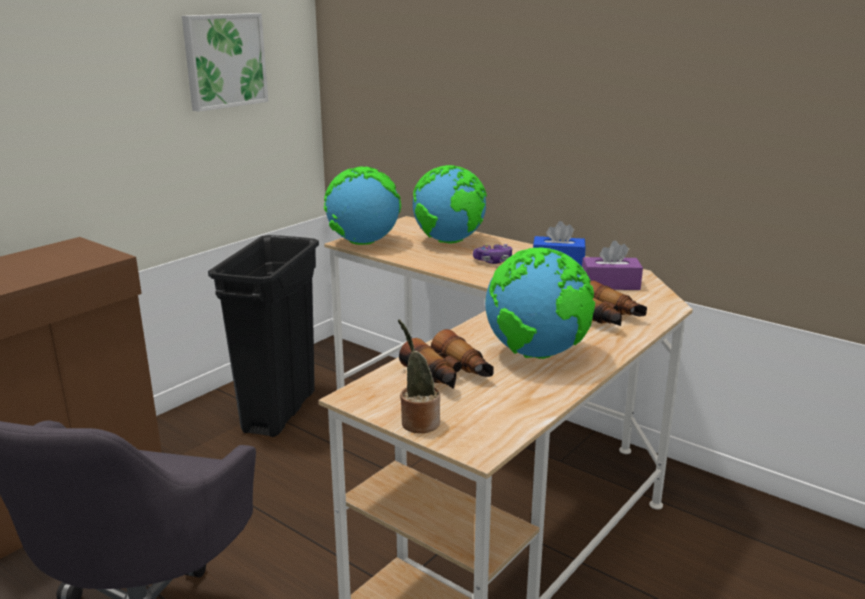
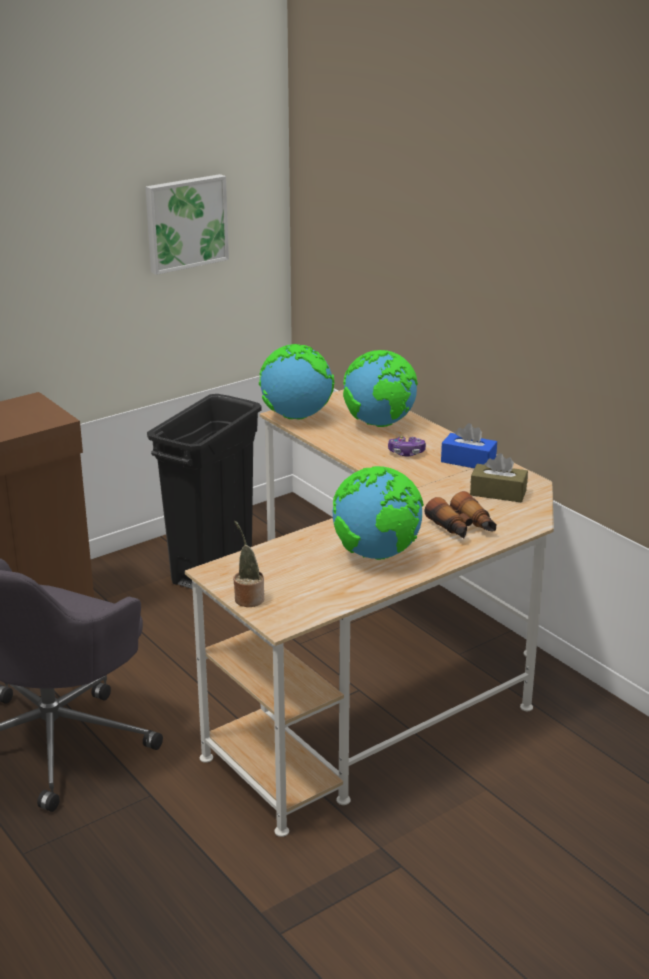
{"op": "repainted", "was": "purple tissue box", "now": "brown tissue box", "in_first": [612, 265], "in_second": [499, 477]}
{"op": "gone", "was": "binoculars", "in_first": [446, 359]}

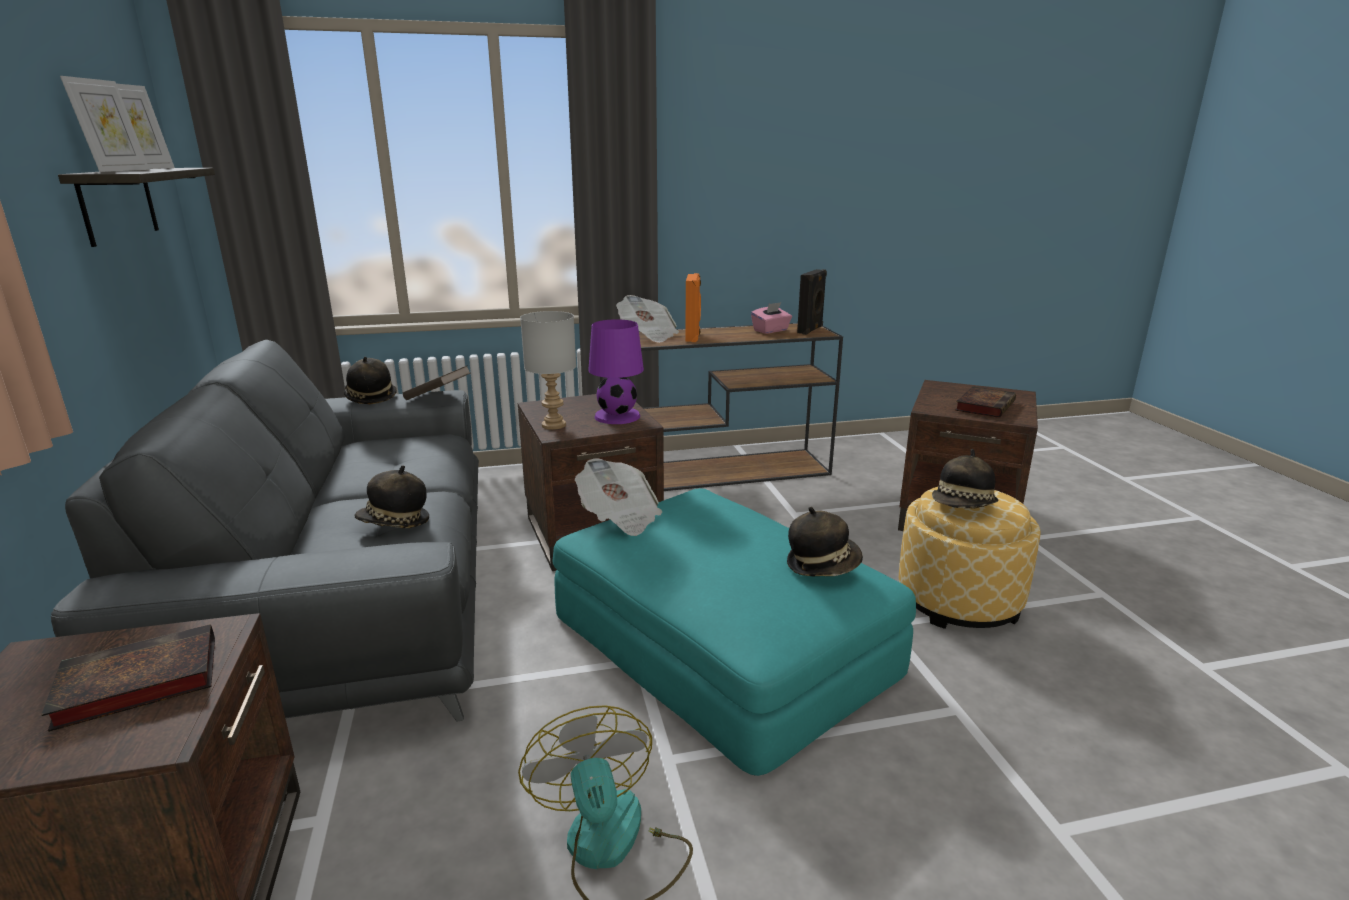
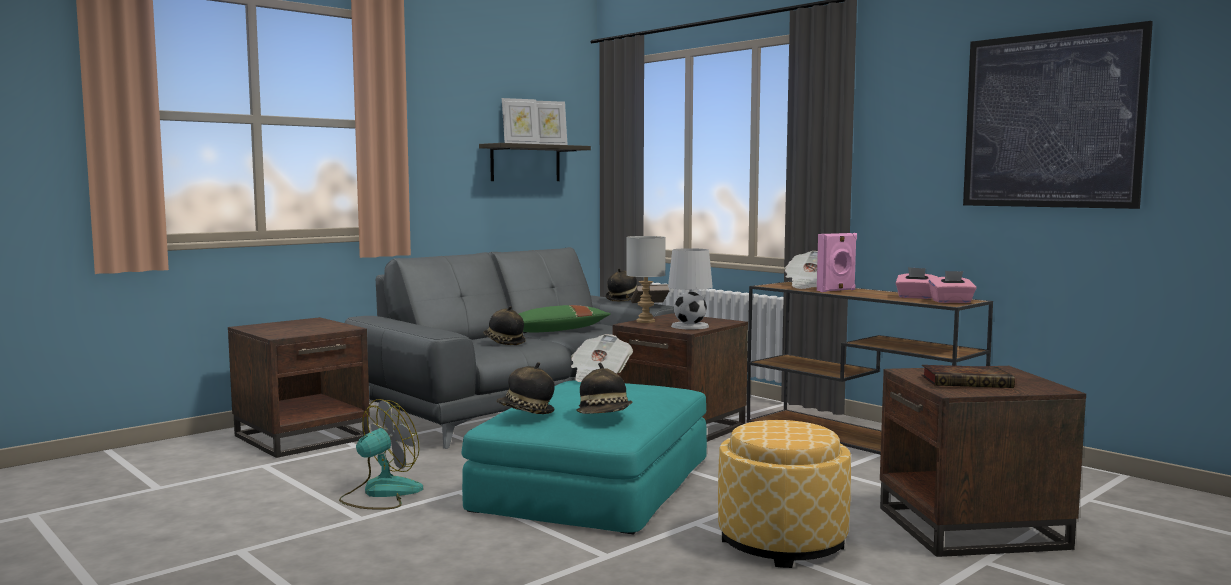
{"op": "swapped", "was": "black speaker", "now": "pink tissue box", "in_first": [812, 302], "in_second": [952, 287]}
{"op": "repainted", "was": "orange speaker", "now": "pink speaker", "in_first": [693, 307], "in_second": [837, 262]}
{"op": "repainted", "was": "purple table lamp", "now": "white table lamp", "in_first": [616, 371], "in_second": [690, 289]}
{"op": "shifted", "was": "hat", "in_first": [965, 478], "in_second": [525, 388]}
{"op": "gone", "was": "book", "in_first": [128, 678]}
{"op": "new", "now": "picture", "in_second": [1058, 115]}
{"op": "new", "now": "green pillow", "in_second": [565, 319]}

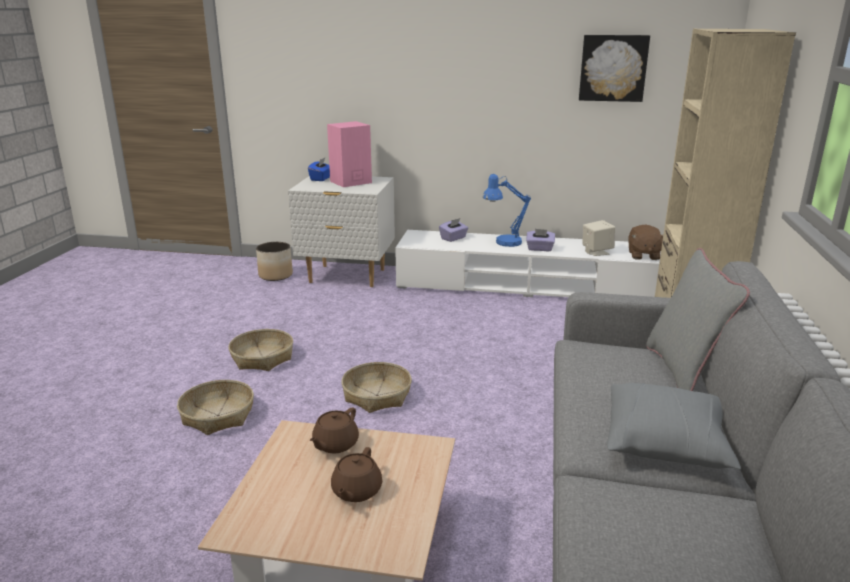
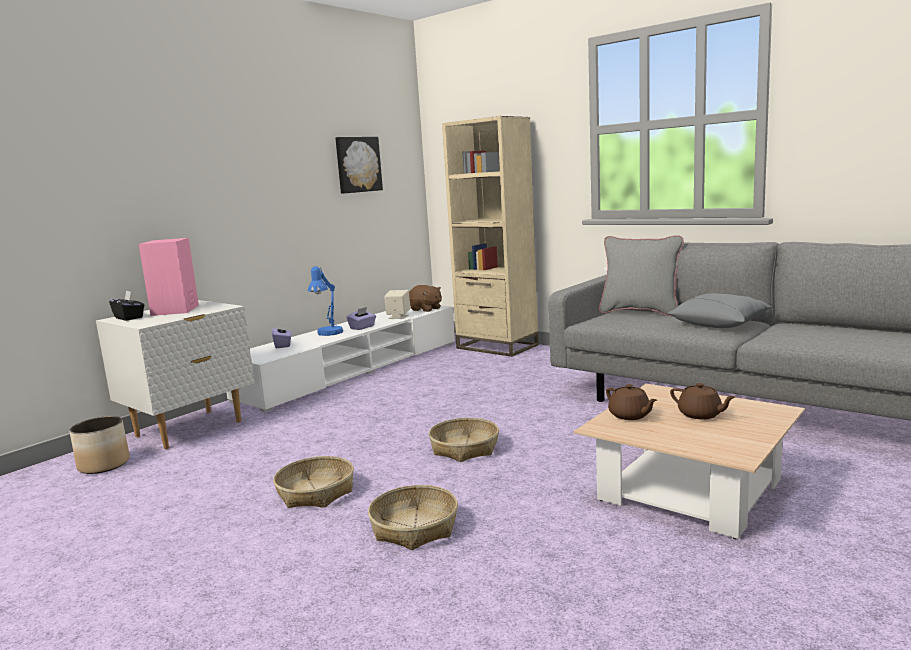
{"op": "repainted", "was": "blue tissue box", "now": "black tissue box", "in_first": [319, 169], "in_second": [126, 306]}

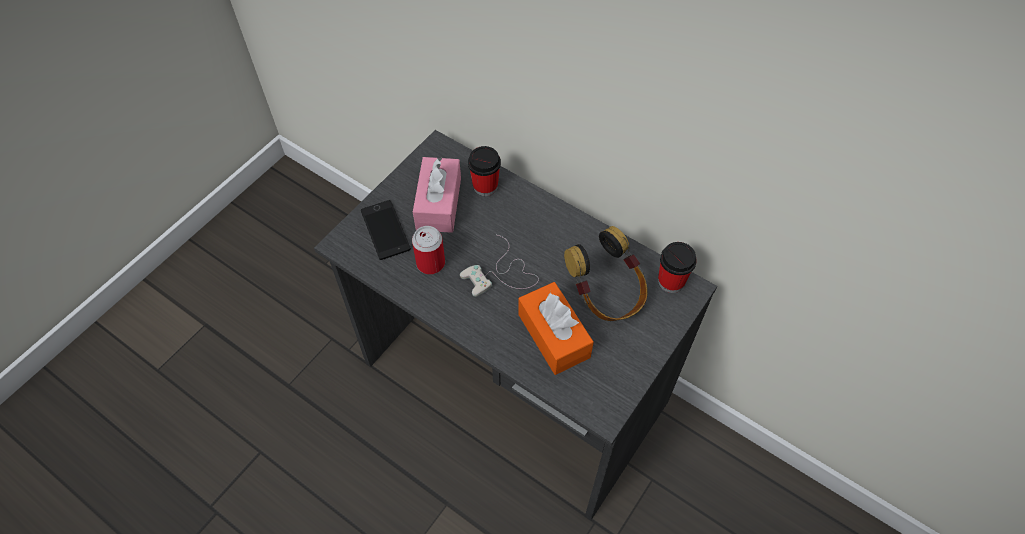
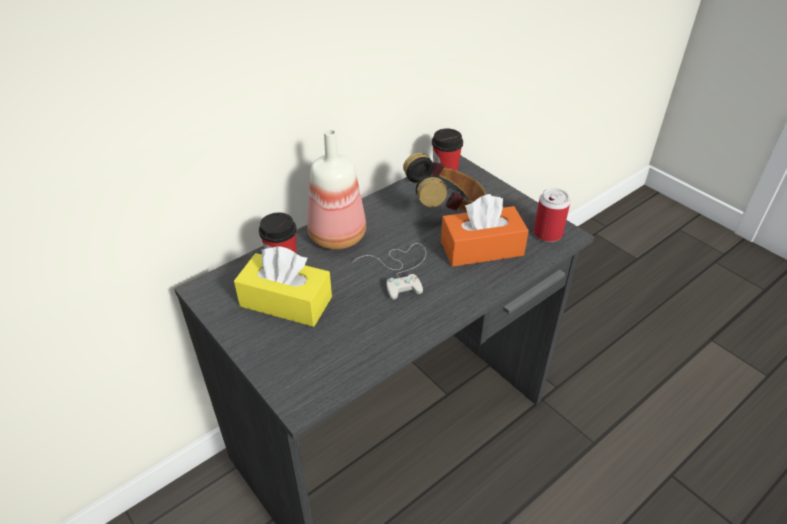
{"op": "repainted", "was": "pink tissue box", "now": "yellow tissue box", "in_first": [437, 195], "in_second": [283, 286]}
{"op": "gone", "was": "phone", "in_first": [386, 230]}
{"op": "shifted", "was": "can", "in_first": [428, 250], "in_second": [551, 215]}
{"op": "new", "now": "bottle", "in_second": [336, 189]}

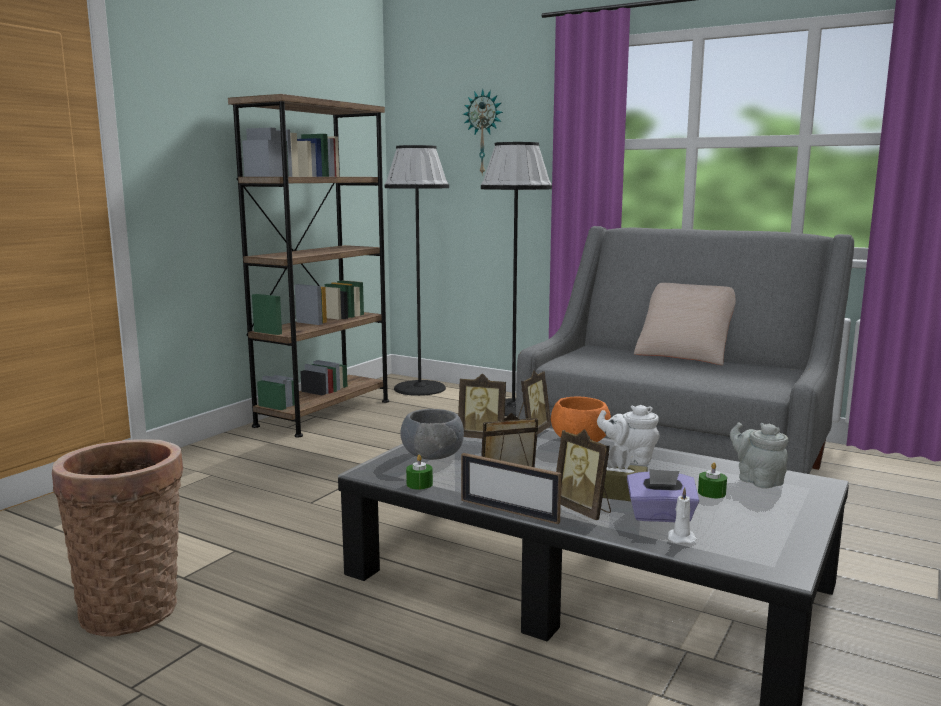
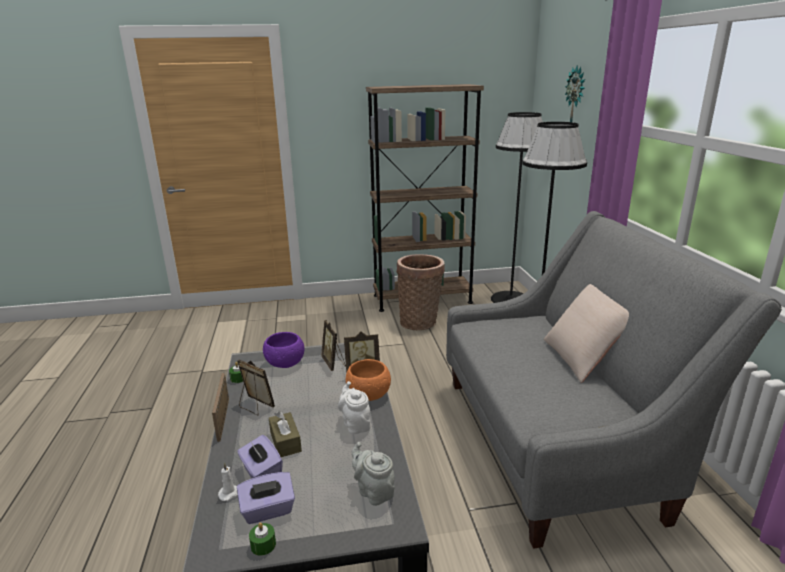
{"op": "repainted", "was": "grey bowl", "now": "purple bowl", "in_first": [432, 434], "in_second": [284, 350]}
{"op": "rotated", "was": "grey teapot", "in_first": [759, 455], "in_second": [373, 474], "clockwise": -60}
{"op": "gone", "was": "picture frame", "in_first": [583, 474]}
{"op": "shifted", "was": "basket", "in_first": [117, 538], "in_second": [420, 292]}
{"op": "shifted", "was": "green candle", "in_first": [712, 480], "in_second": [262, 539]}
{"op": "new", "now": "purple tissue box", "in_second": [266, 498]}

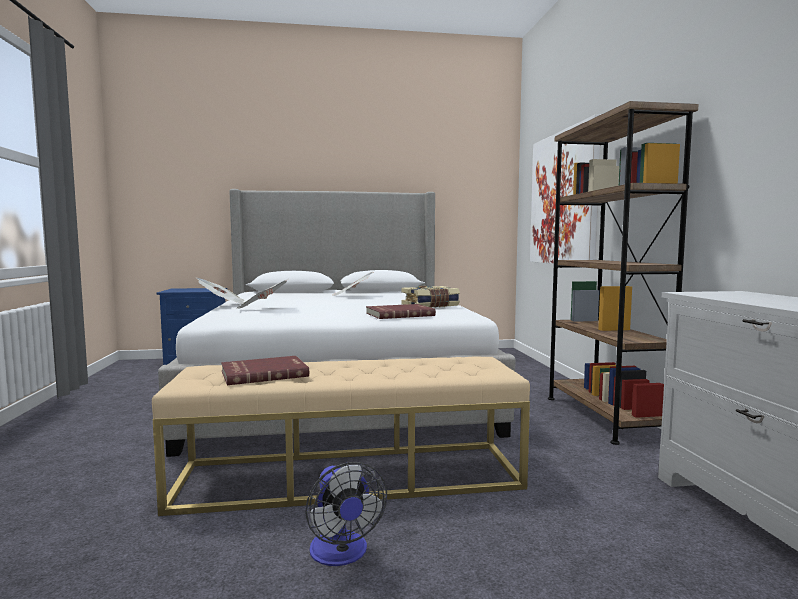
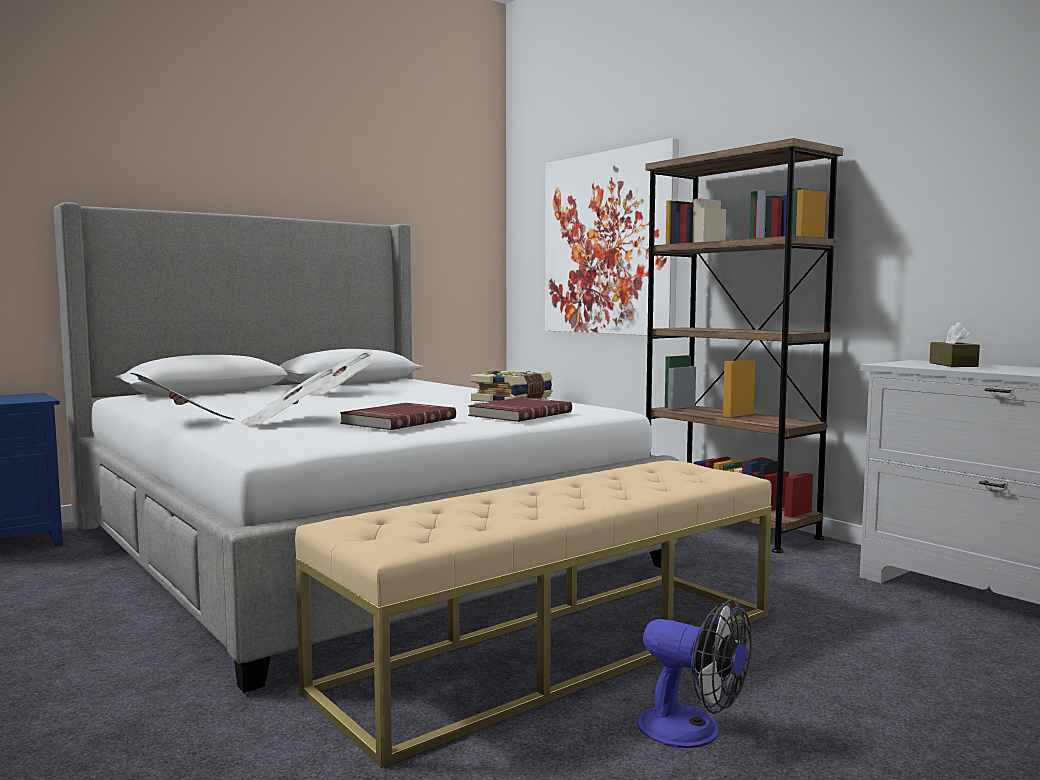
{"op": "shifted", "was": "red book", "in_first": [265, 370], "in_second": [398, 416]}
{"op": "new", "now": "brown tissue box", "in_second": [954, 344]}

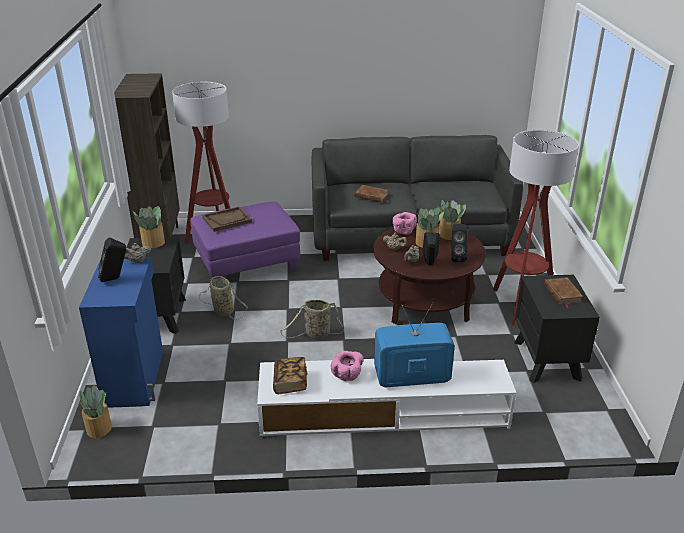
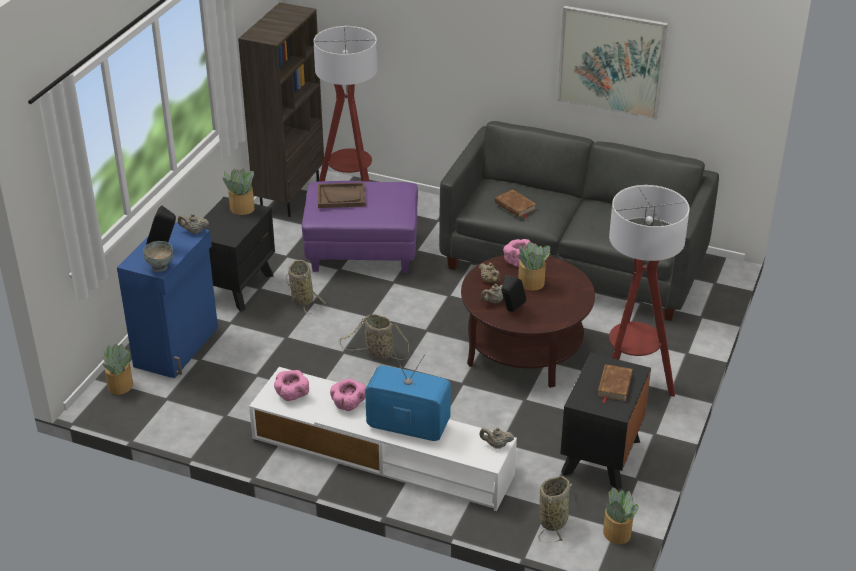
{"op": "shifted", "was": "potted plant", "in_first": [452, 220], "in_second": [621, 515]}
{"op": "gone", "was": "black speaker", "in_first": [459, 243]}
{"op": "swapped", "was": "book", "now": "pink bowl", "in_first": [290, 375], "in_second": [291, 385]}
{"op": "new", "now": "picture", "in_second": [612, 63]}
{"op": "new", "now": "grey bowl", "in_second": [158, 256]}
{"op": "new", "now": "beige teapot", "in_second": [496, 438]}
{"op": "new", "now": "basket", "in_second": [555, 509]}

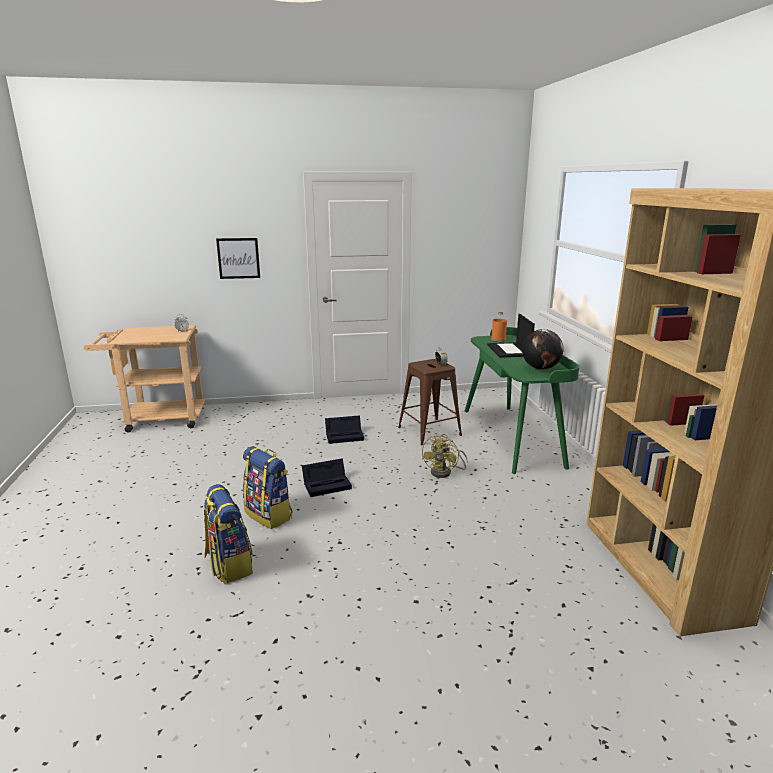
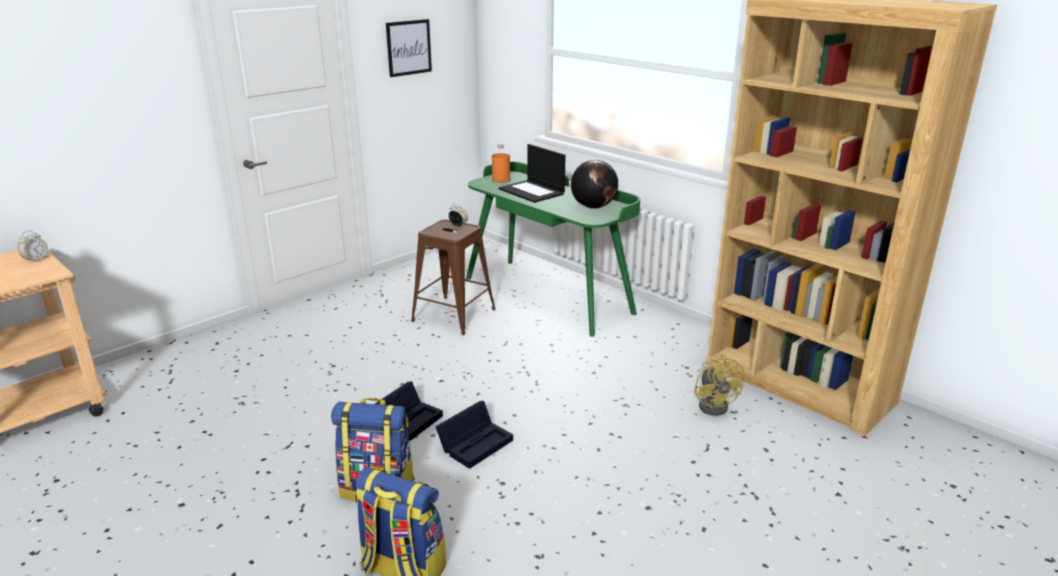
{"op": "shifted", "was": "picture", "in_first": [238, 258], "in_second": [409, 48]}
{"op": "shifted", "was": "black storage box", "in_first": [344, 429], "in_second": [474, 435]}
{"op": "shifted", "was": "yellow fan", "in_first": [445, 456], "in_second": [719, 385]}

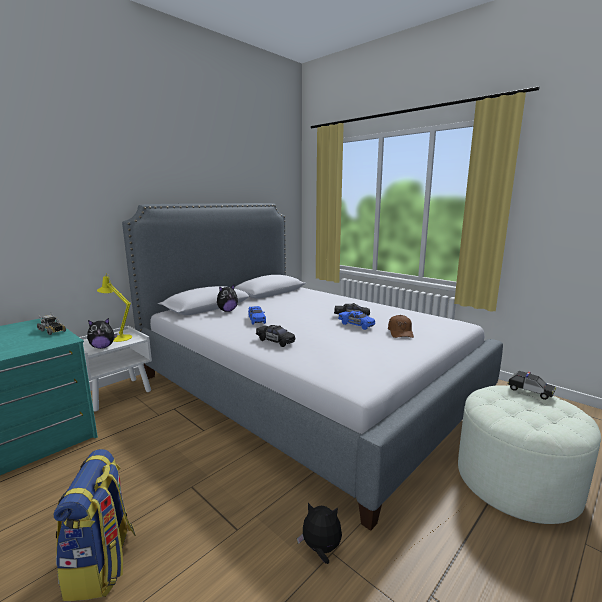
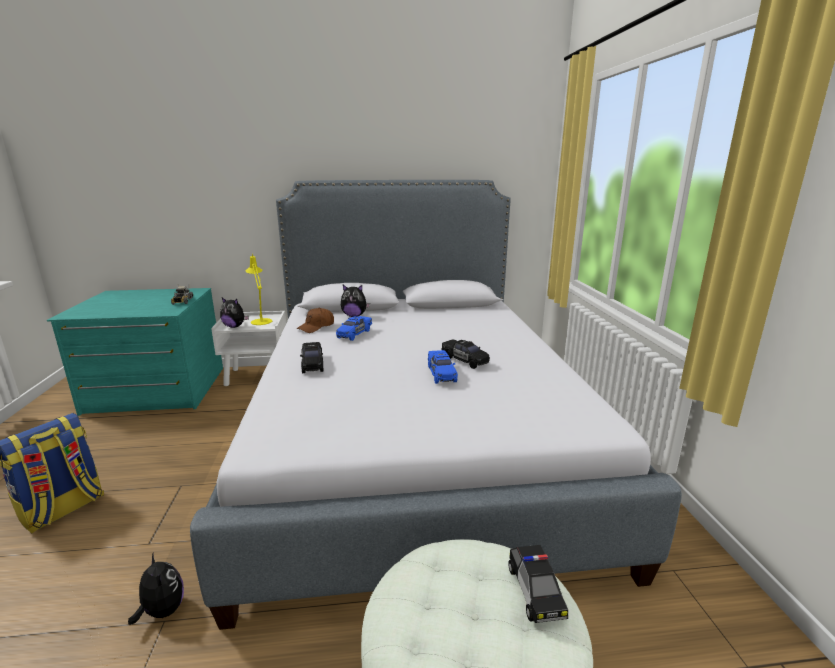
{"op": "shifted", "was": "brown cap", "in_first": [401, 326], "in_second": [315, 320]}

